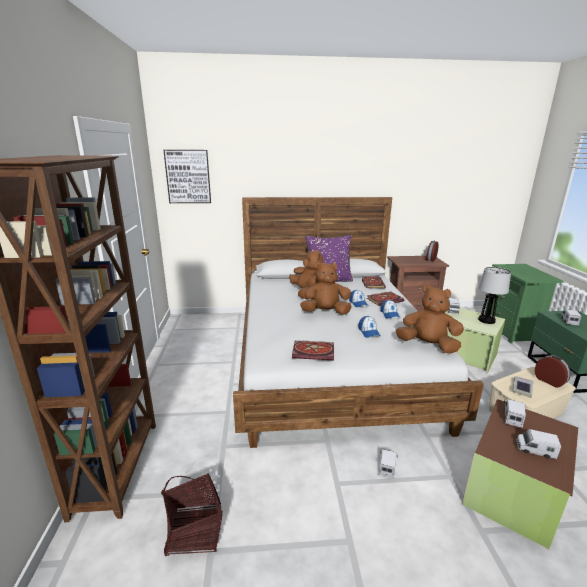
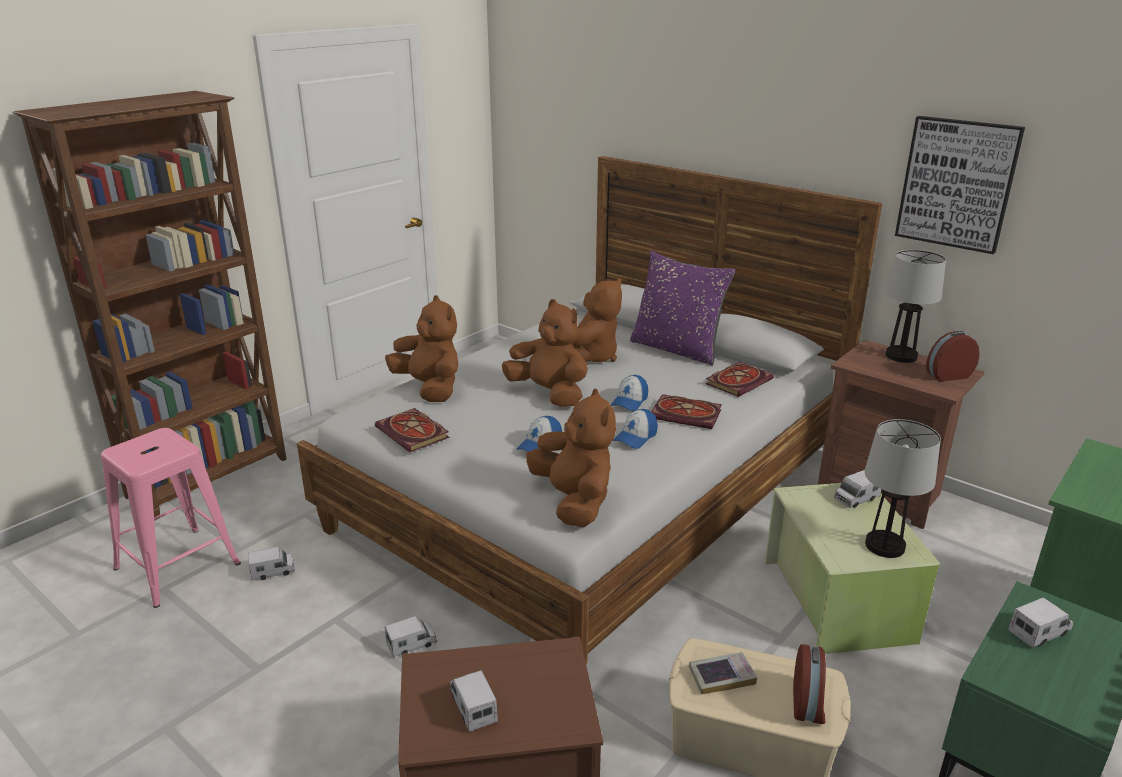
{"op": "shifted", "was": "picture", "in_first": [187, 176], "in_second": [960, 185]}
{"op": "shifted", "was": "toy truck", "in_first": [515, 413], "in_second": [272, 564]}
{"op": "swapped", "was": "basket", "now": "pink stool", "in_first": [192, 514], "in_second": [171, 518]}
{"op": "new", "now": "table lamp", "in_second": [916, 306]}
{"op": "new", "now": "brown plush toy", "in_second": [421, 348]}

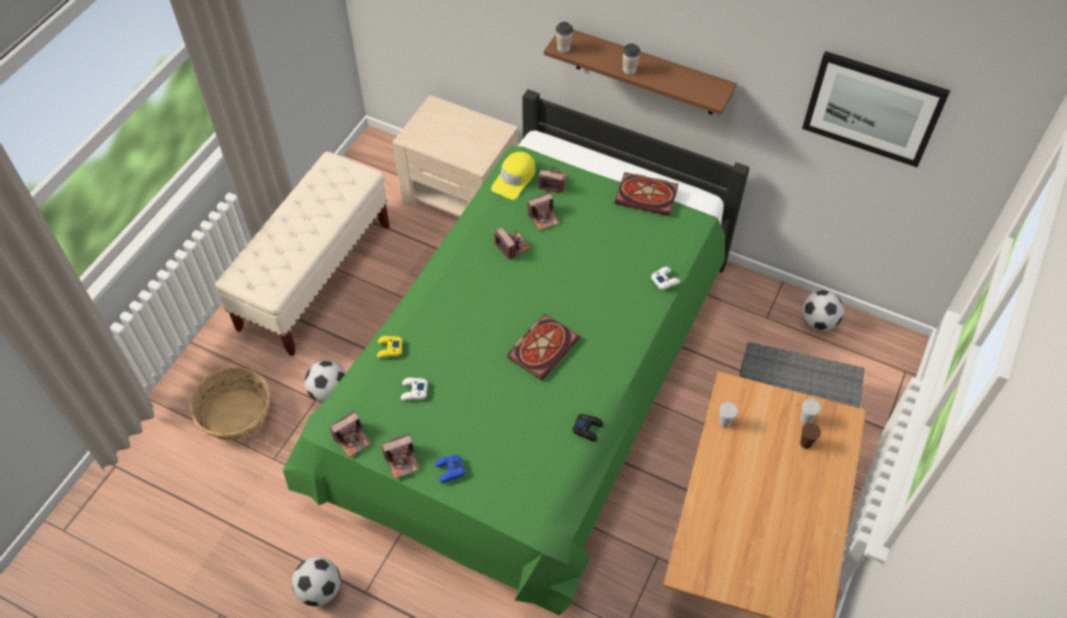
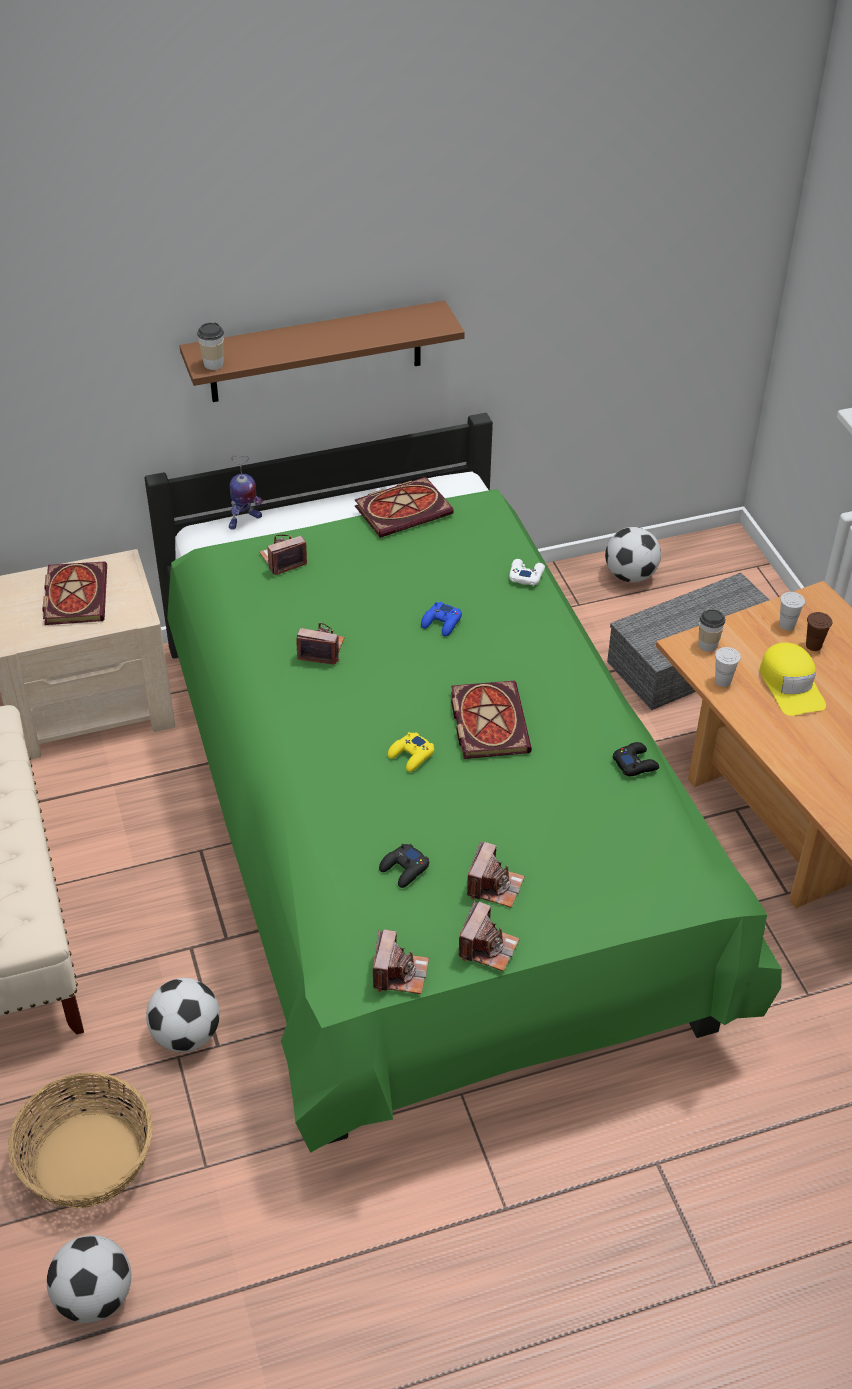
{"op": "shifted", "was": "cup", "in_first": [632, 59], "in_second": [711, 630]}
{"op": "gone", "was": "picture", "in_first": [876, 109]}
{"op": "shifted", "was": "yellow cap", "in_first": [513, 176], "in_second": [793, 679]}
{"op": "shifted", "was": "photo camera", "in_first": [543, 211], "in_second": [496, 874]}
{"op": "shifted", "was": "yellow game controller", "in_first": [390, 347], "in_second": [411, 752]}
{"op": "repainted", "was": "white game controller", "now": "black game controller", "in_first": [414, 388], "in_second": [404, 866]}
{"op": "shifted", "was": "blue game controller", "in_first": [450, 469], "in_second": [441, 619]}
{"op": "shifted", "was": "football", "in_first": [316, 581], "in_second": [89, 1279]}
{"op": "new", "now": "toy robot", "in_second": [246, 492]}
{"op": "new", "now": "book", "in_second": [74, 593]}

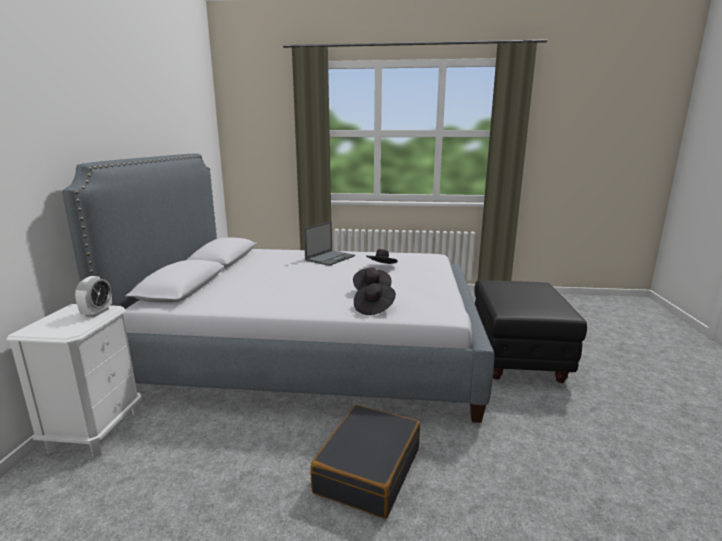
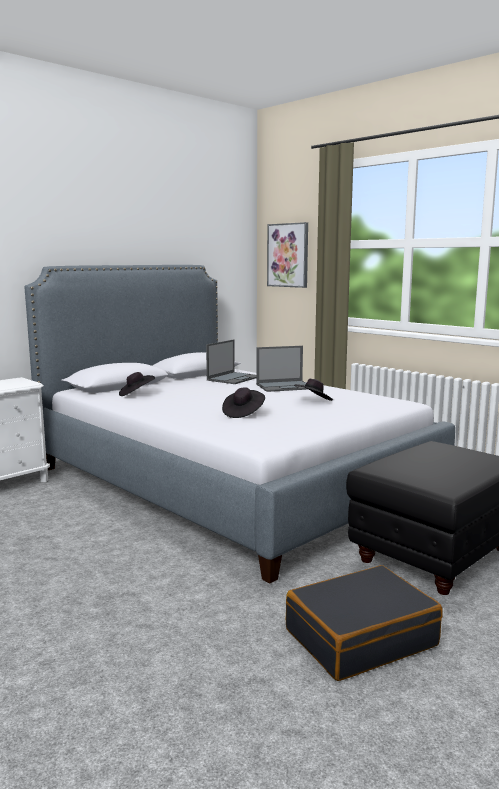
{"op": "gone", "was": "alarm clock", "in_first": [93, 296]}
{"op": "shifted", "was": "black hat", "in_first": [375, 299], "in_second": [137, 384]}
{"op": "shifted", "was": "black suitcase", "in_first": [365, 462], "in_second": [364, 623]}
{"op": "new", "now": "picture", "in_second": [287, 255]}
{"op": "new", "now": "laptop", "in_second": [231, 362]}

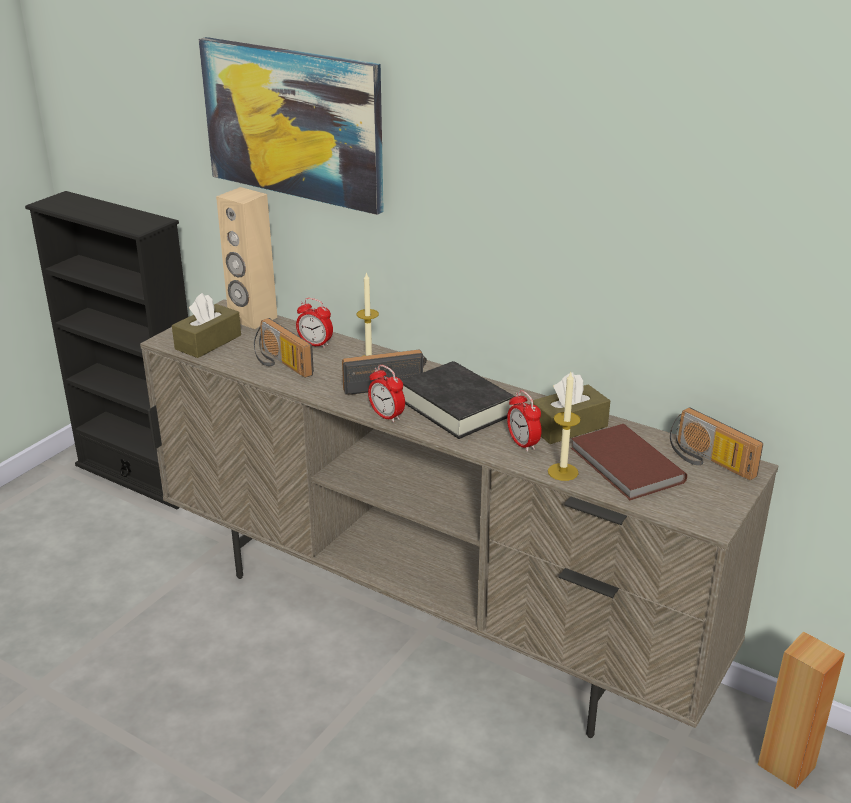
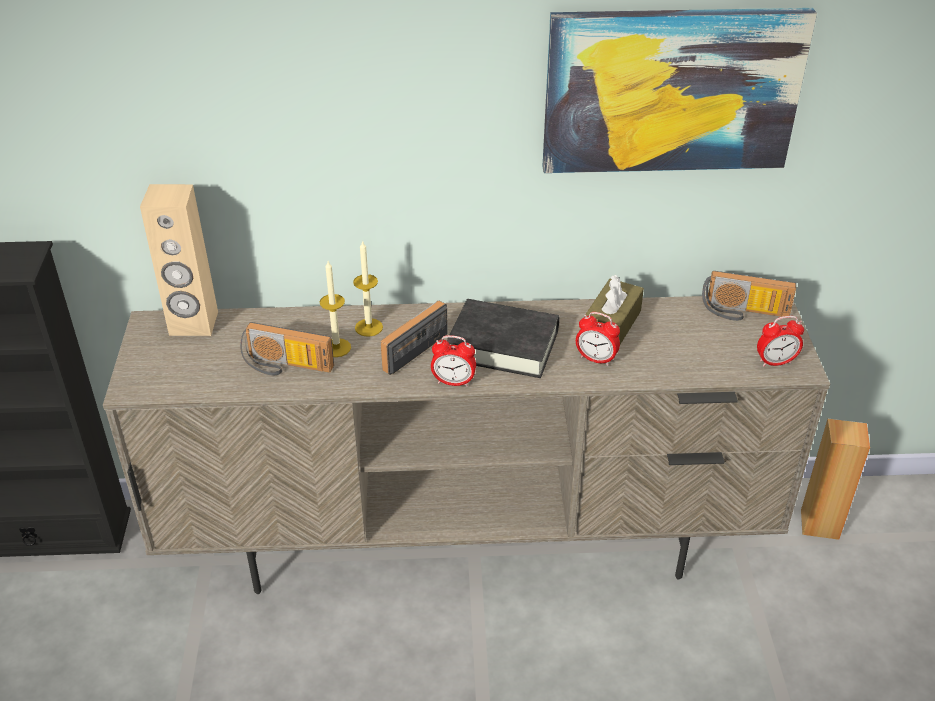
{"op": "shifted", "was": "picture", "in_first": [291, 126], "in_second": [679, 90]}
{"op": "gone", "was": "brown tissue box", "in_first": [206, 325]}
{"op": "shifted", "was": "alarm clock", "in_first": [314, 323], "in_second": [780, 341]}
{"op": "shifted", "was": "candle", "in_first": [564, 427], "in_second": [335, 309]}
{"op": "gone", "was": "brown book", "in_first": [629, 462]}

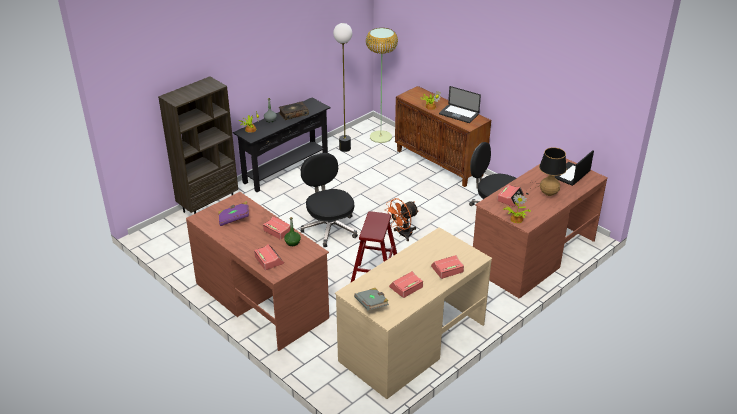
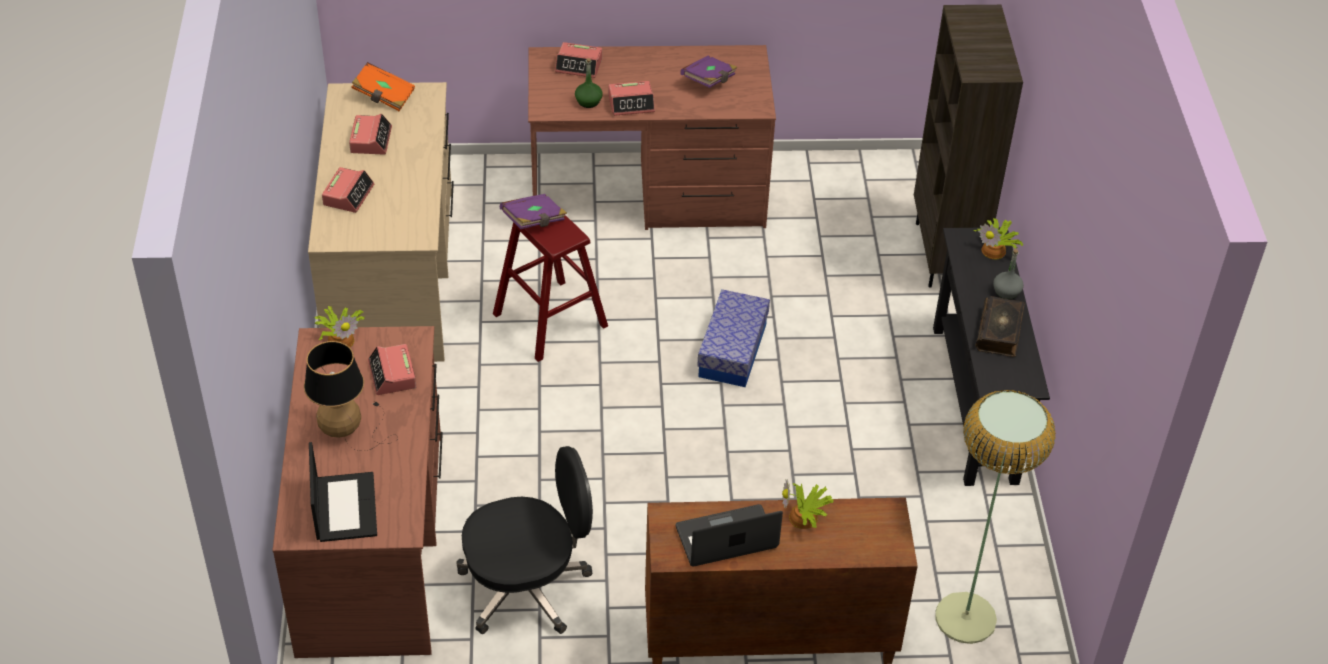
{"op": "gone", "was": "floor lamp", "in_first": [342, 87]}
{"op": "swapped", "was": "black office chair", "now": "storage box", "in_first": [329, 200], "in_second": [733, 338]}
{"op": "gone", "was": "orange fan", "in_first": [402, 219]}
{"op": "repainted", "was": "grey book", "now": "orange book", "in_first": [371, 299], "in_second": [383, 86]}
{"op": "new", "now": "purple book", "in_second": [533, 211]}

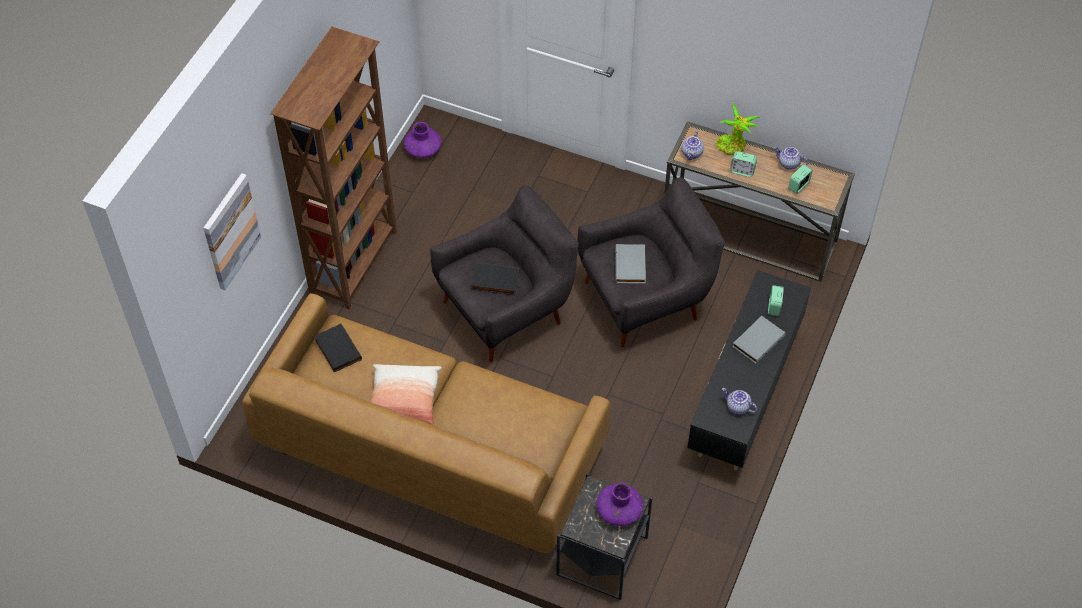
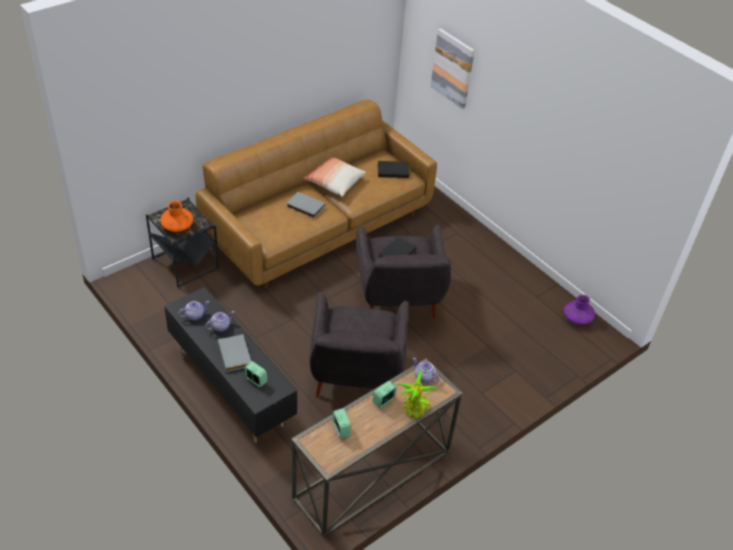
{"op": "gone", "was": "brown bookcase", "in_first": [333, 168]}
{"op": "shifted", "was": "teapot", "in_first": [791, 158], "in_second": [219, 321]}
{"op": "shifted", "was": "grey book", "in_first": [630, 264], "in_second": [305, 205]}
{"op": "repainted", "was": "purple vase", "now": "orange vase", "in_first": [620, 504], "in_second": [177, 216]}

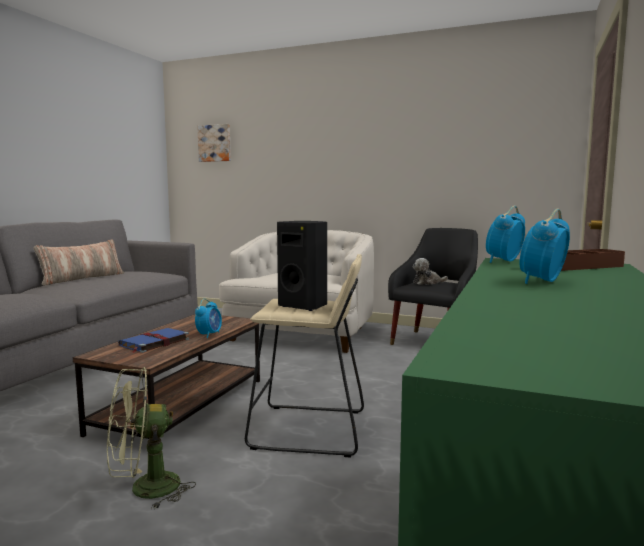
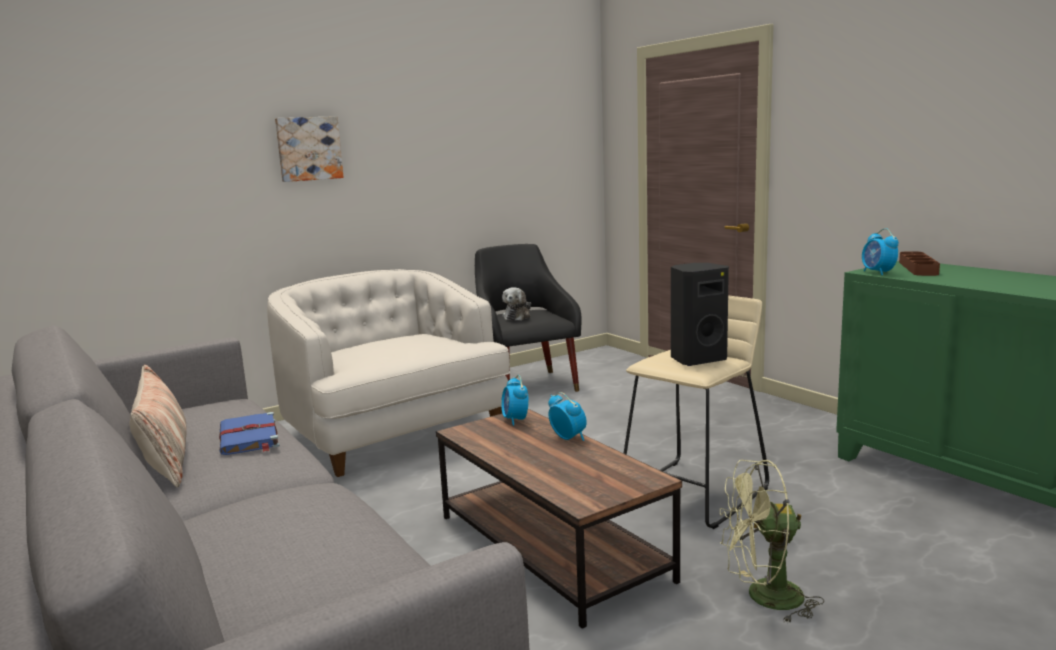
{"op": "shifted", "was": "picture", "in_first": [214, 143], "in_second": [309, 149]}
{"op": "shifted", "was": "alarm clock", "in_first": [544, 246], "in_second": [514, 400]}
{"op": "shifted", "was": "blue book", "in_first": [153, 340], "in_second": [249, 433]}
{"op": "rotated", "was": "green fan", "in_first": [151, 438], "in_second": [772, 542], "clockwise": 75}

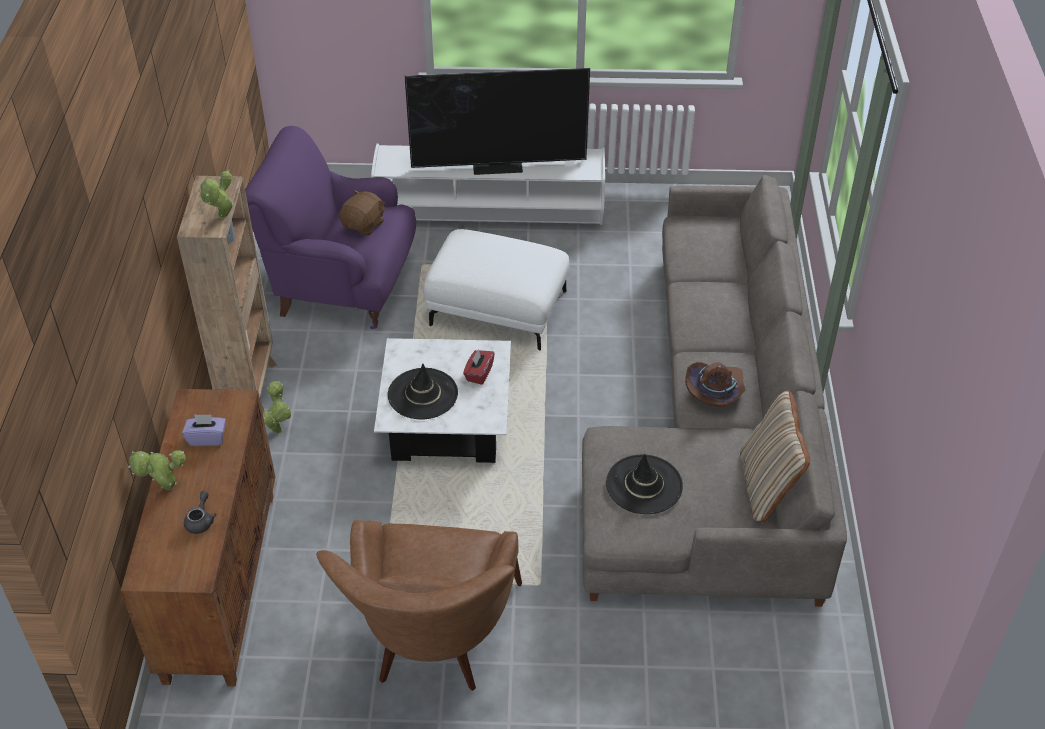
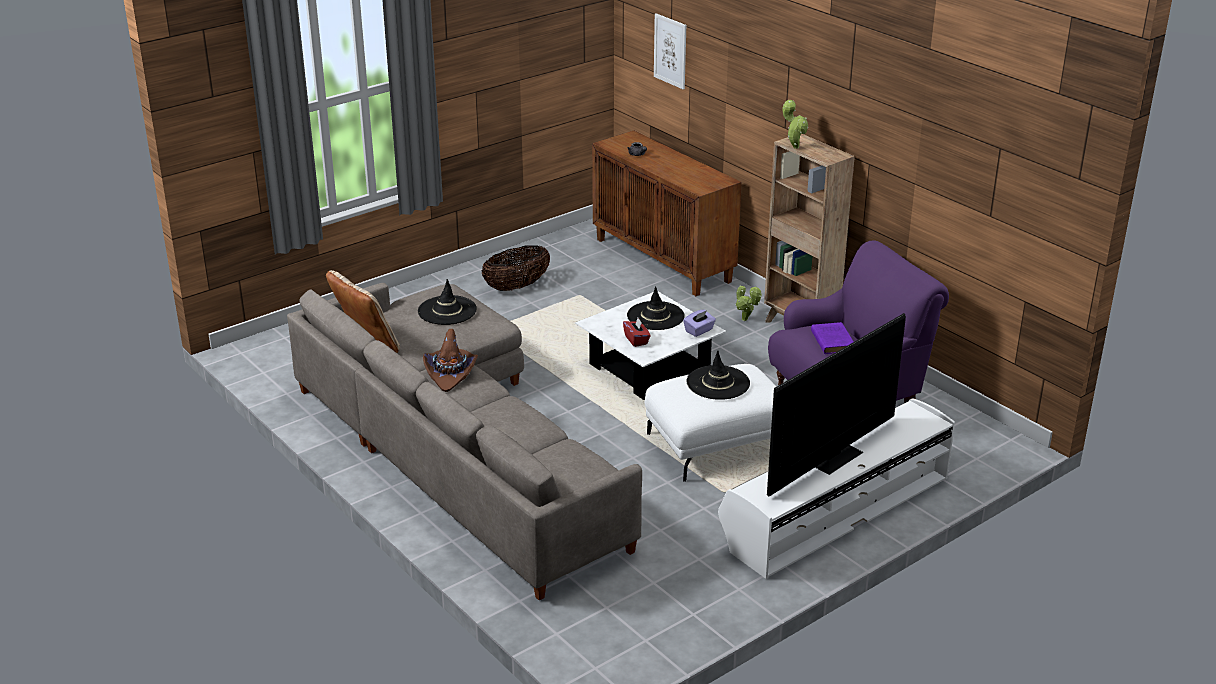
{"op": "swapped", "was": "brown plush toy", "now": "purple book", "in_first": [362, 213], "in_second": [832, 338]}
{"op": "shifted", "was": "purple tissue box", "in_first": [204, 430], "in_second": [699, 323]}
{"op": "gone", "was": "potted plant", "in_first": [157, 470]}
{"op": "swapped", "was": "brown armchair", "now": "basket", "in_first": [419, 605], "in_second": [516, 268]}
{"op": "new", "now": "picture", "in_second": [670, 51]}
{"op": "new", "now": "black hat", "in_second": [718, 375]}

